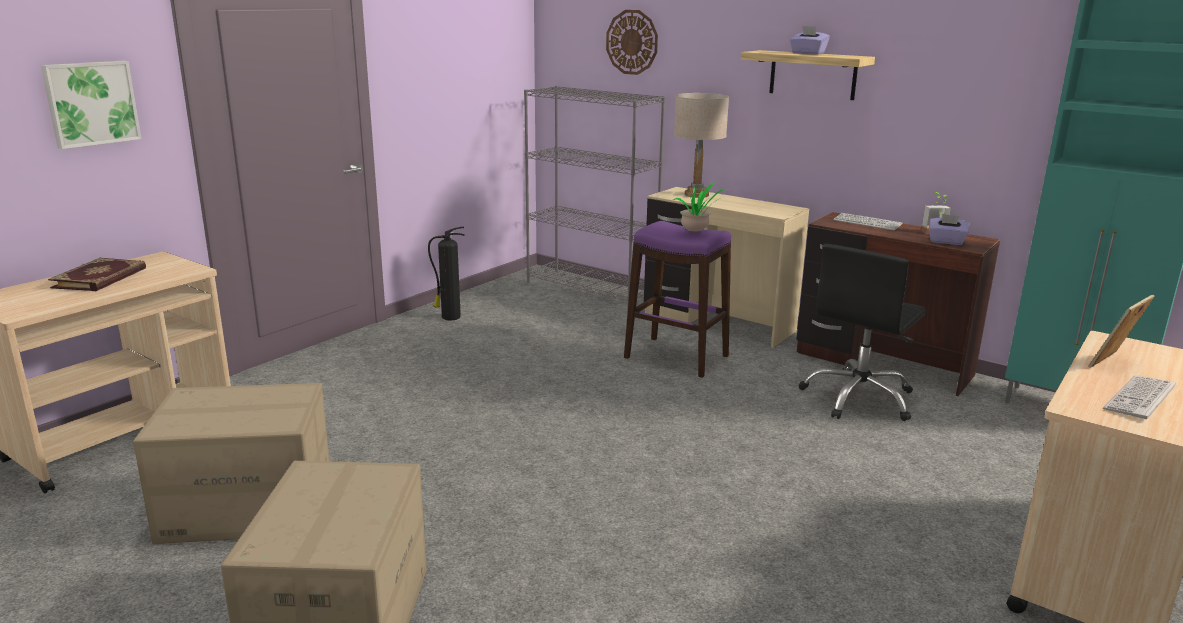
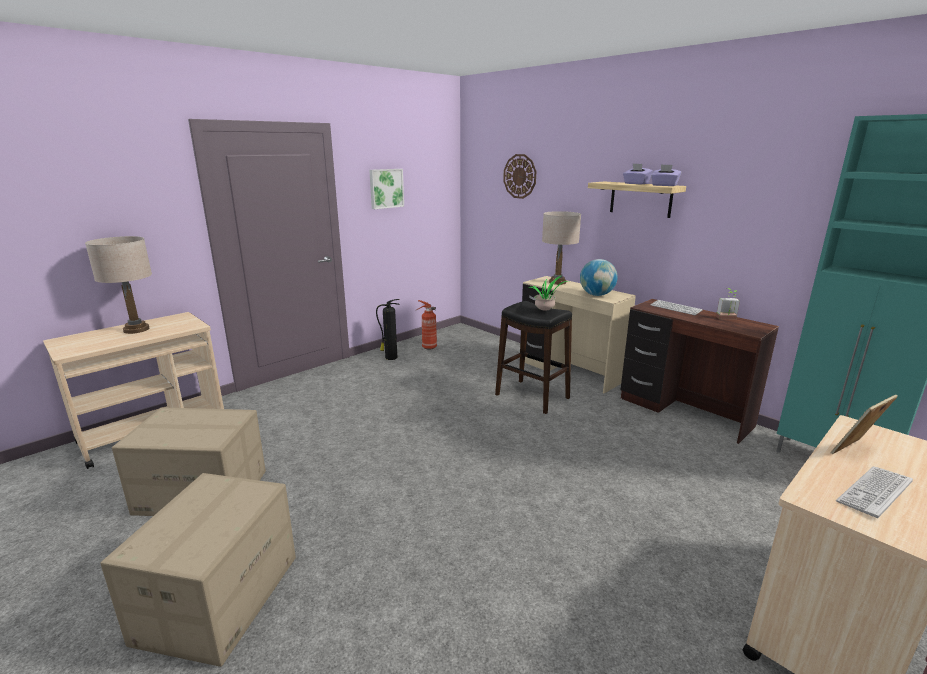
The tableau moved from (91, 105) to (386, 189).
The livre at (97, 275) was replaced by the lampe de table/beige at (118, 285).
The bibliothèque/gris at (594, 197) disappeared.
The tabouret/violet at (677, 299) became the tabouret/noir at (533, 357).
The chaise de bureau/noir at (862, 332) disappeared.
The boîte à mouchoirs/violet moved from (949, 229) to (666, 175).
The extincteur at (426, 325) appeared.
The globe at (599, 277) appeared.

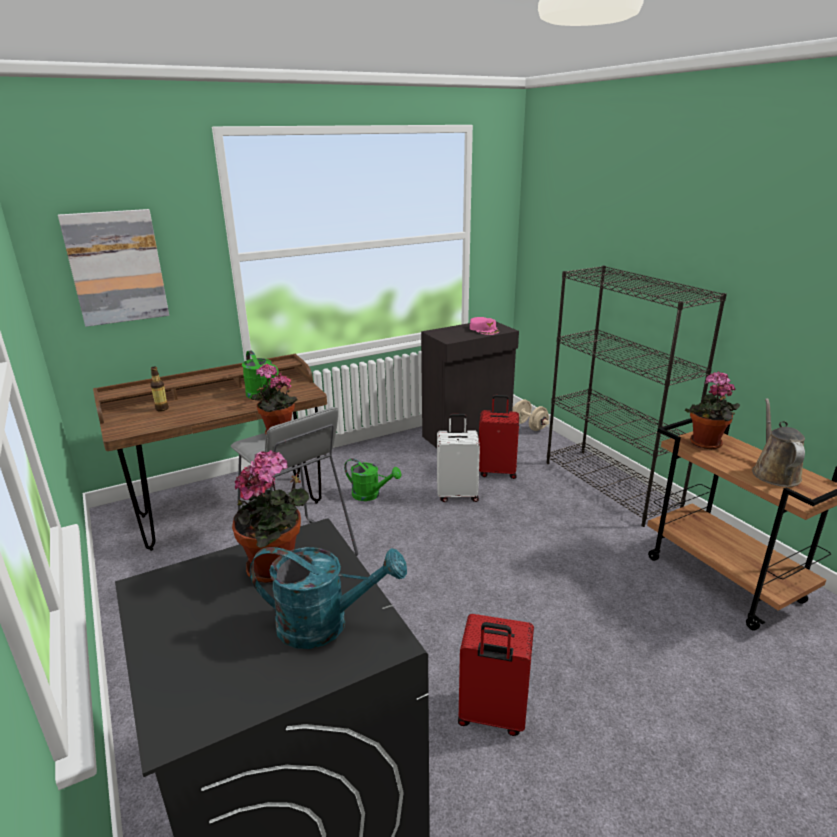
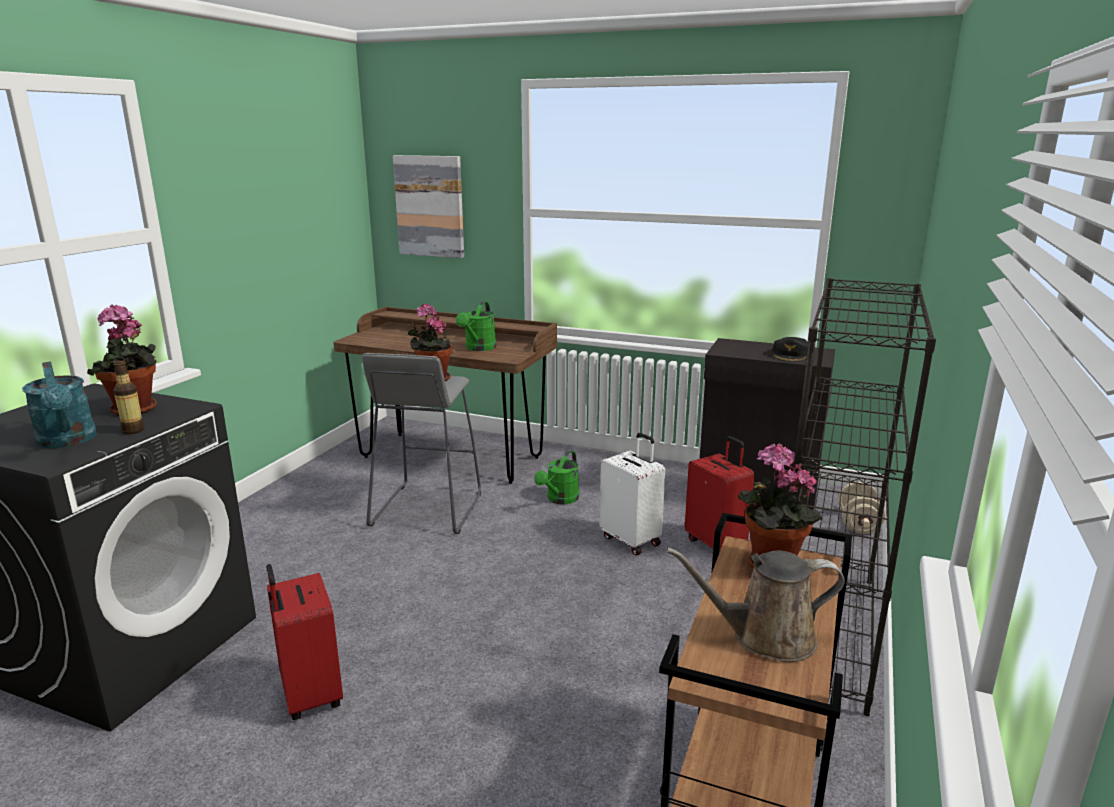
The bouteille moved from (159, 389) to (129, 397).
The arrosoir/vert at (373, 480) turned 45 degrees clockwise.
The casquette/rose at (484, 326) became the casquette/noir at (790, 349).
The arrosoir/marron at (778, 442) turned 150 degrees counterclockwise.

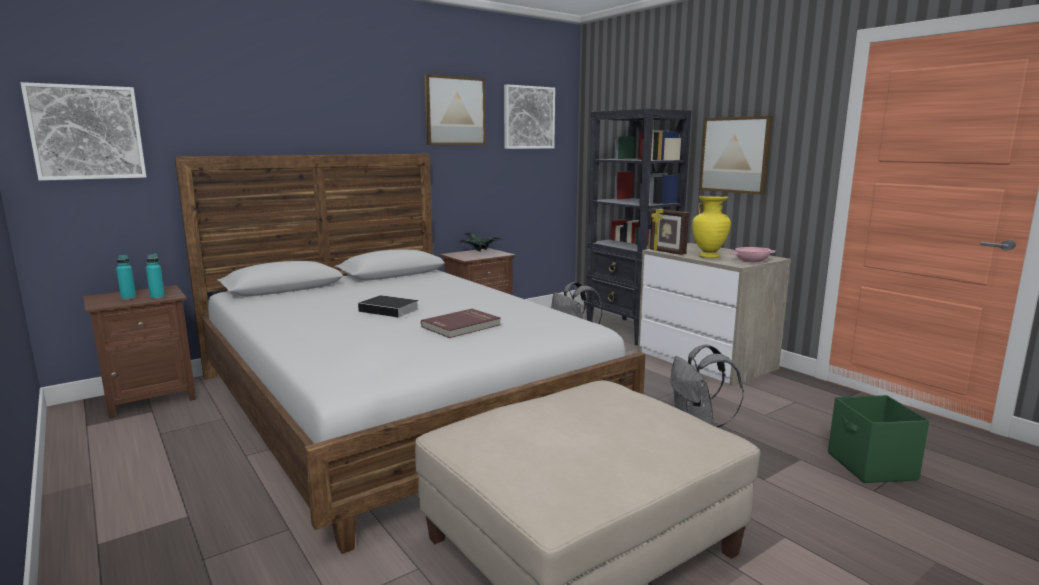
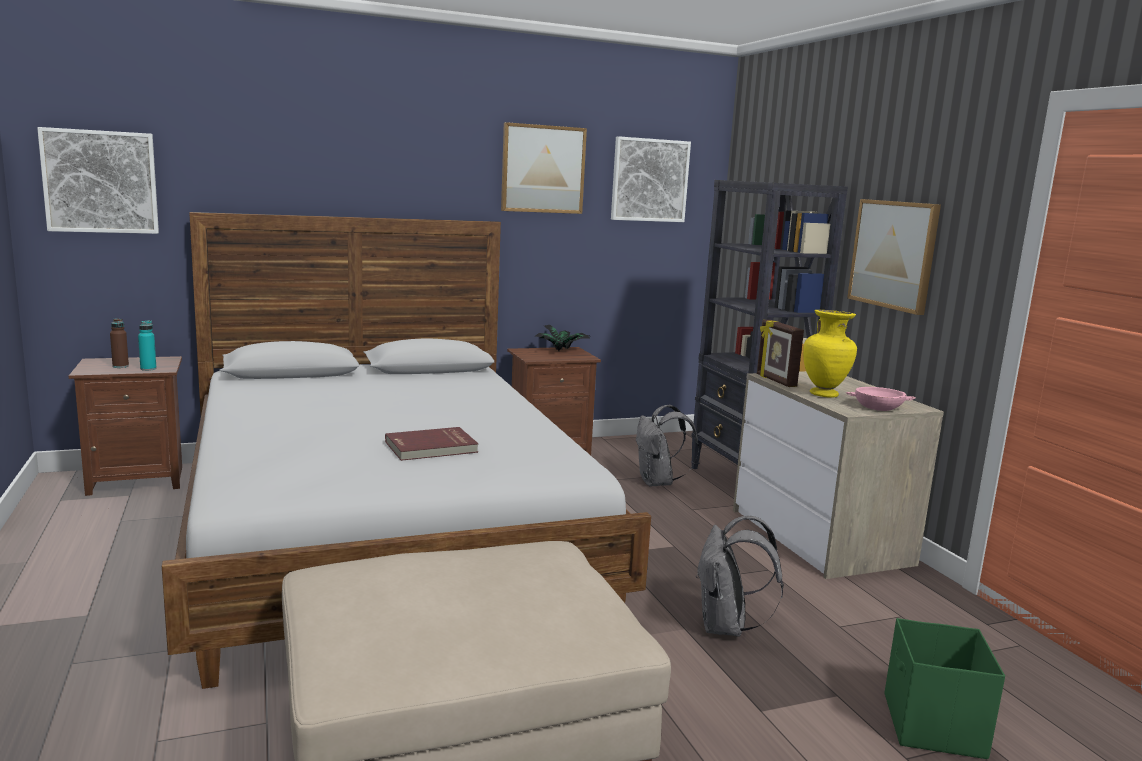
The bouteille/turquoise at (126, 277) became the bouteille/marron at (119, 343).
The livre at (388, 306) disappeared.

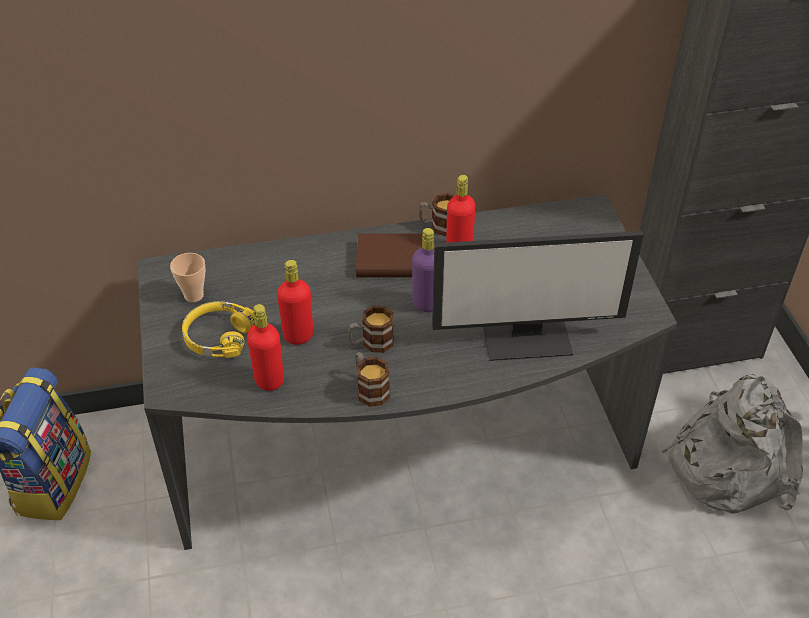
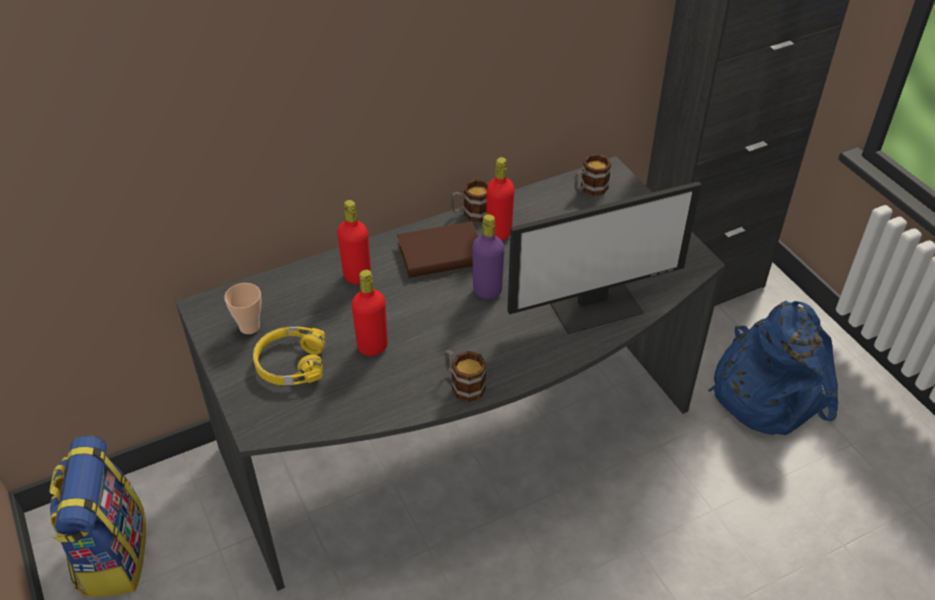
The bouteille/rouge moved from (265, 347) to (354, 242).
The mug moved from (371, 329) to (592, 175).
The sac à dos/gris at (732, 444) became the sac à dos/bleu at (773, 368).

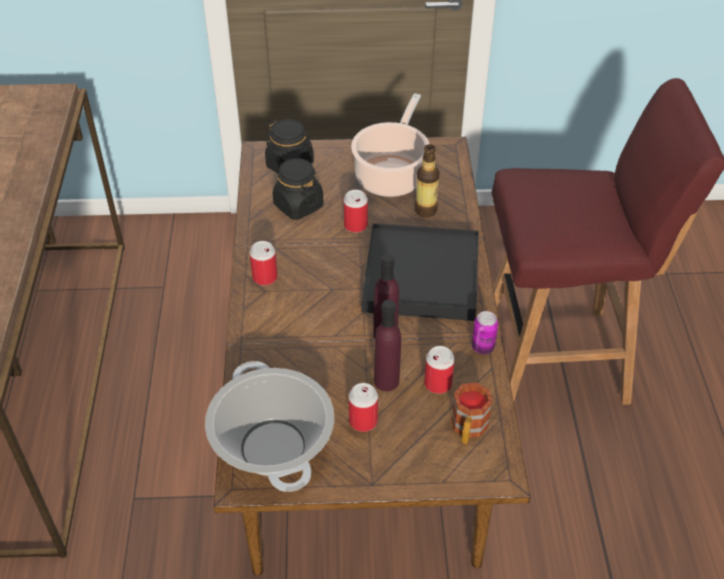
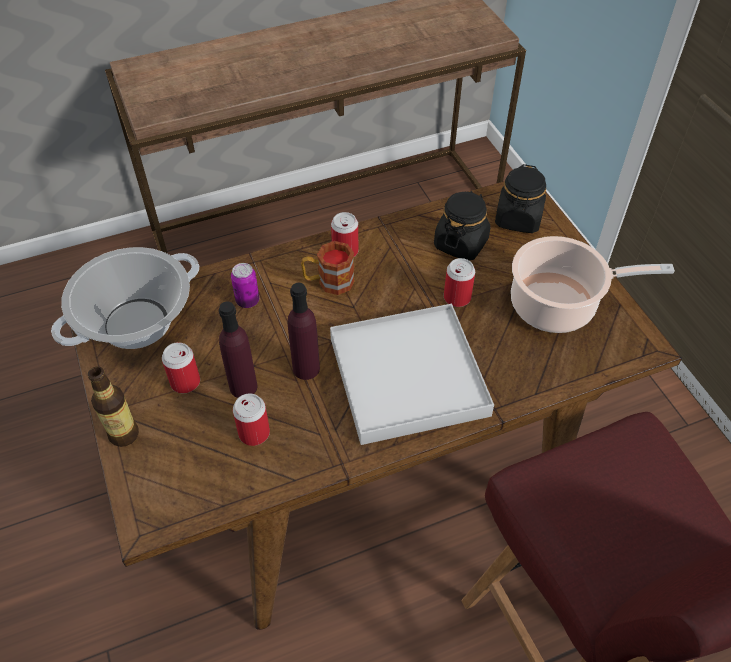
The plateau/noir at (420, 272) became the plateau/blanc at (412, 374).
The bouteille moved from (427, 180) to (113, 406).
The mug moved from (471, 413) to (328, 268).
The boîte métallique moved from (485, 332) to (245, 285).

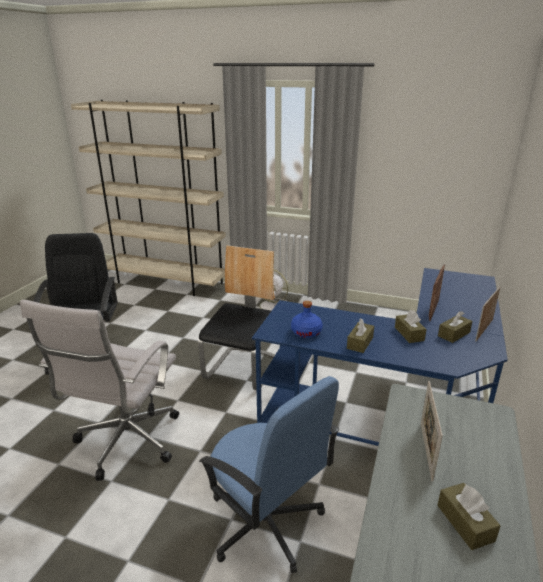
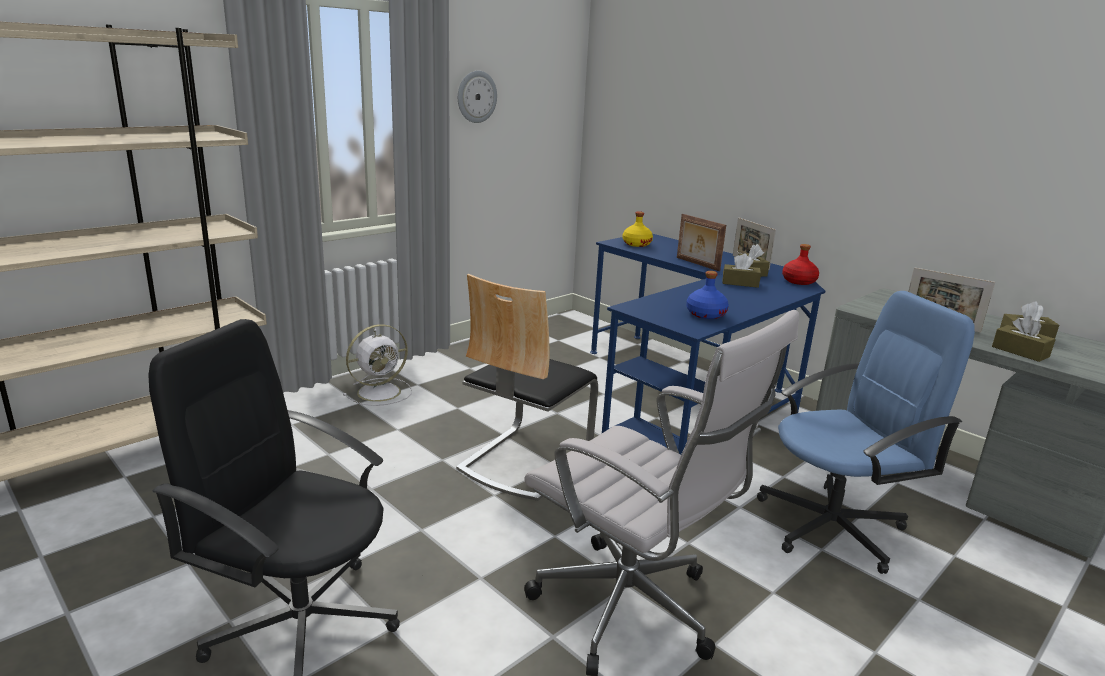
The chaise at (236, 317) turned 105 degrees counterclockwise.
The boîte à mouchoirs/marron moved from (360, 336) to (1024, 339).
The horloge murale at (477, 97) appeared.
The bouteille/jaune at (638, 229) appeared.
The bouteille/rouge at (800, 264) appeared.

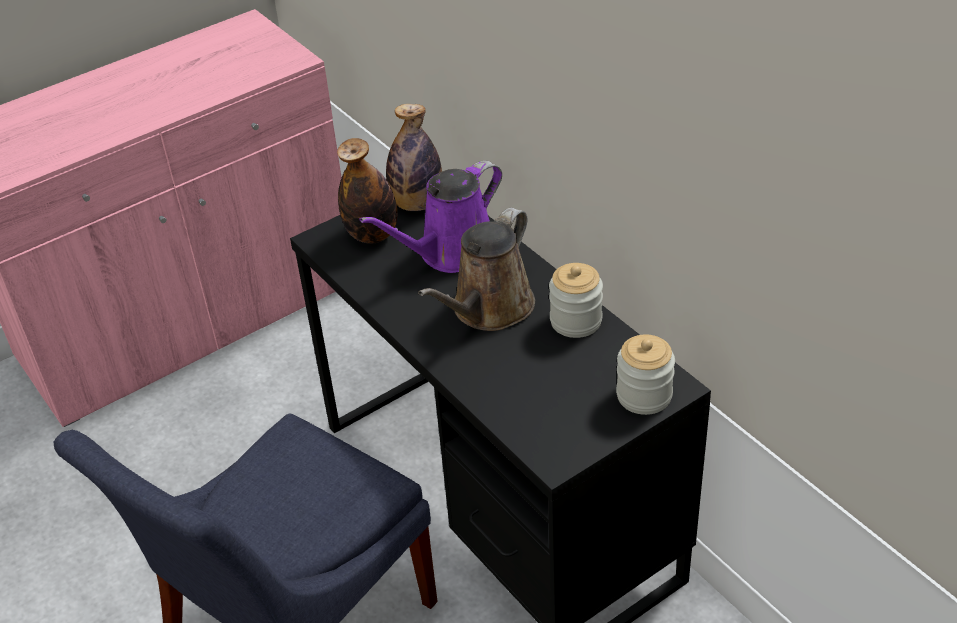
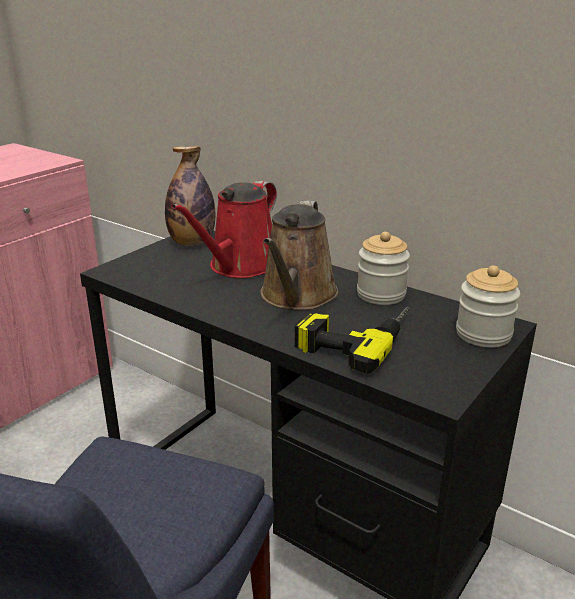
The bouteille at (367, 191) disappeared.
The arrosoir/violet at (431, 216) became the arrosoir/rouge at (224, 229).
The perceuse at (352, 340) appeared.

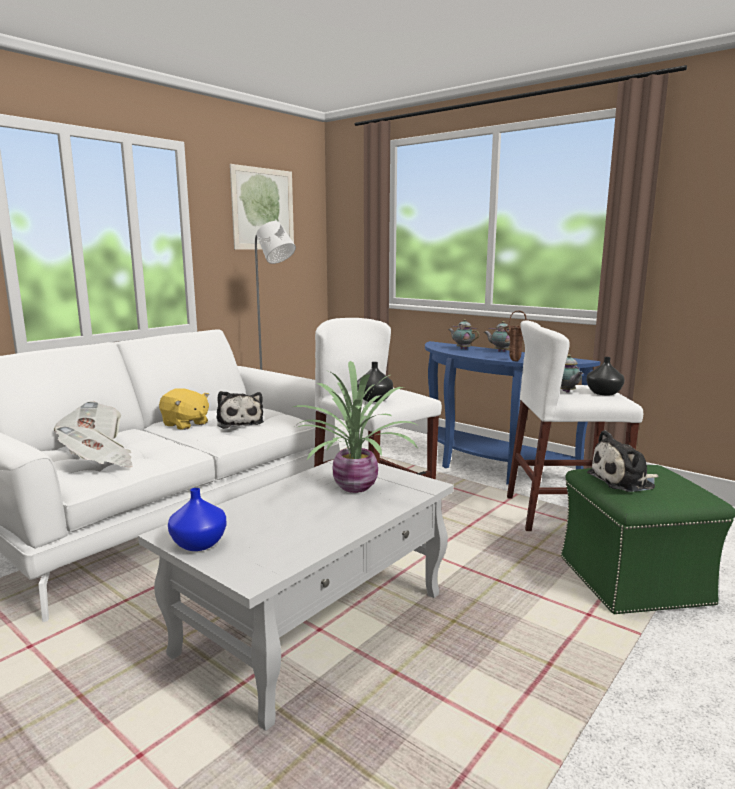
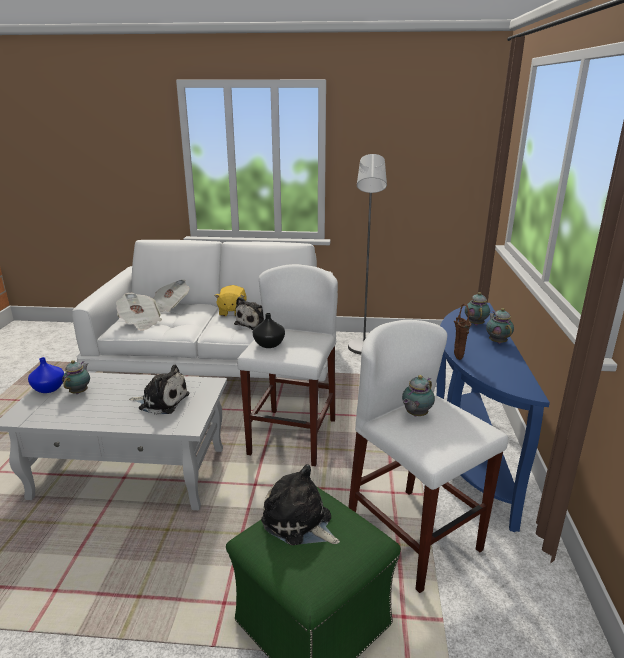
The tableau at (262, 207) disappeared.
The plante en pot at (356, 427) was replaced by the peluche at (159, 390).
The vase/noir at (606, 376) disappeared.
The théière at (76, 377) appeared.

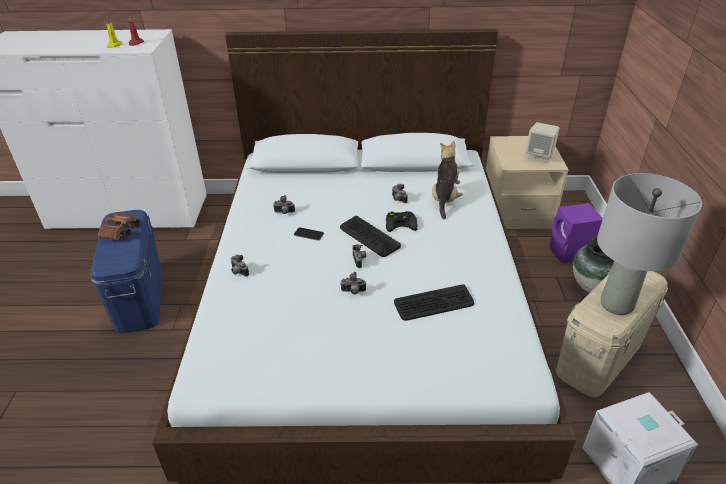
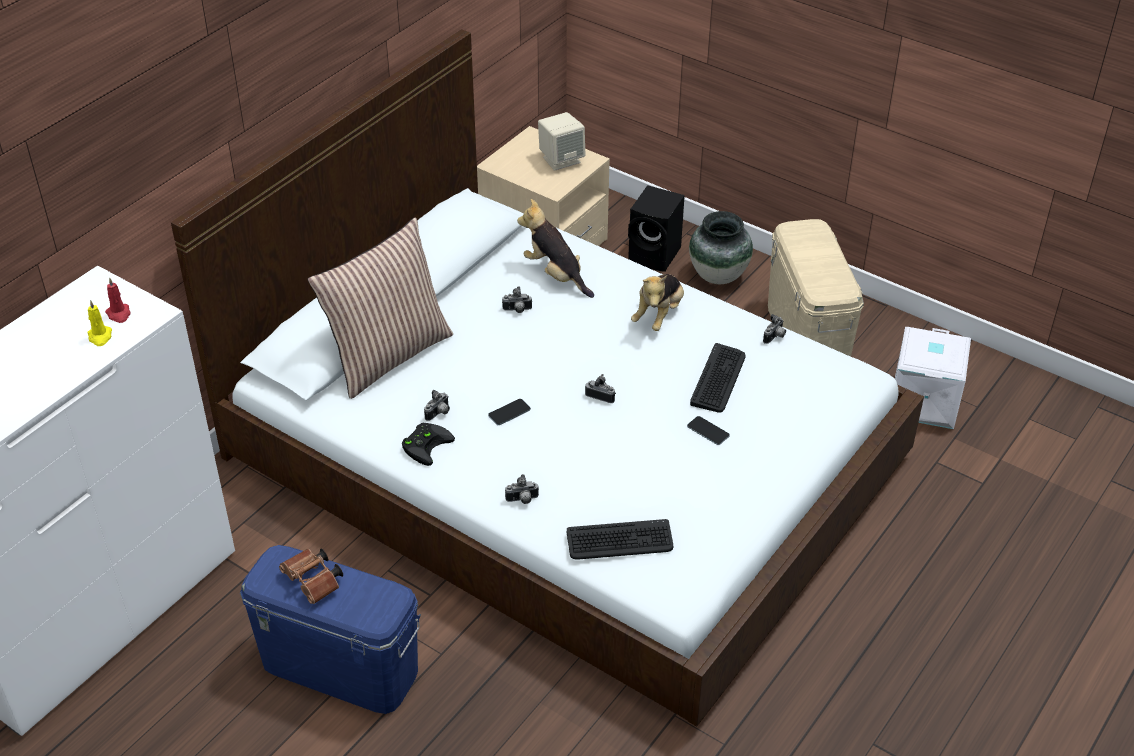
The clavier moved from (370, 236) to (620, 539).
The appareil photo moved from (353, 283) to (774, 329).
The manette/noir moved from (402, 221) to (428, 444).
The enceinte/violet at (576, 233) became the enceinte/noir at (656, 228).
The lampe de table/gris at (649, 244) disappeared.
The coussin at (380, 308) appeared.
The peluche at (657, 302) appeared.
The téléphone at (708, 430) appeared.

